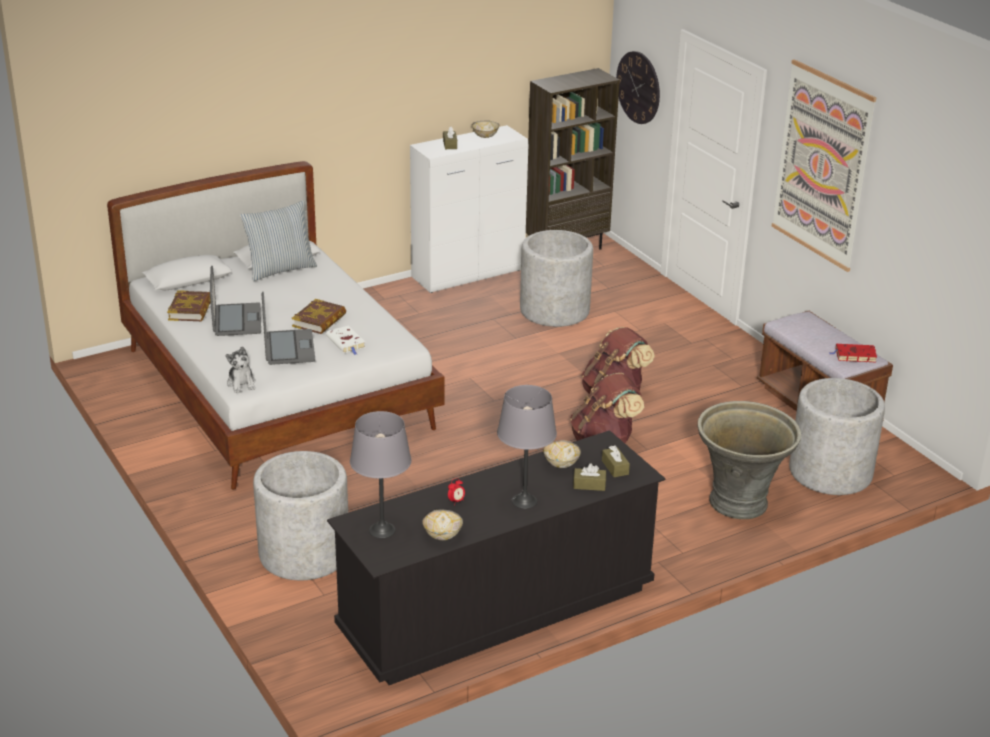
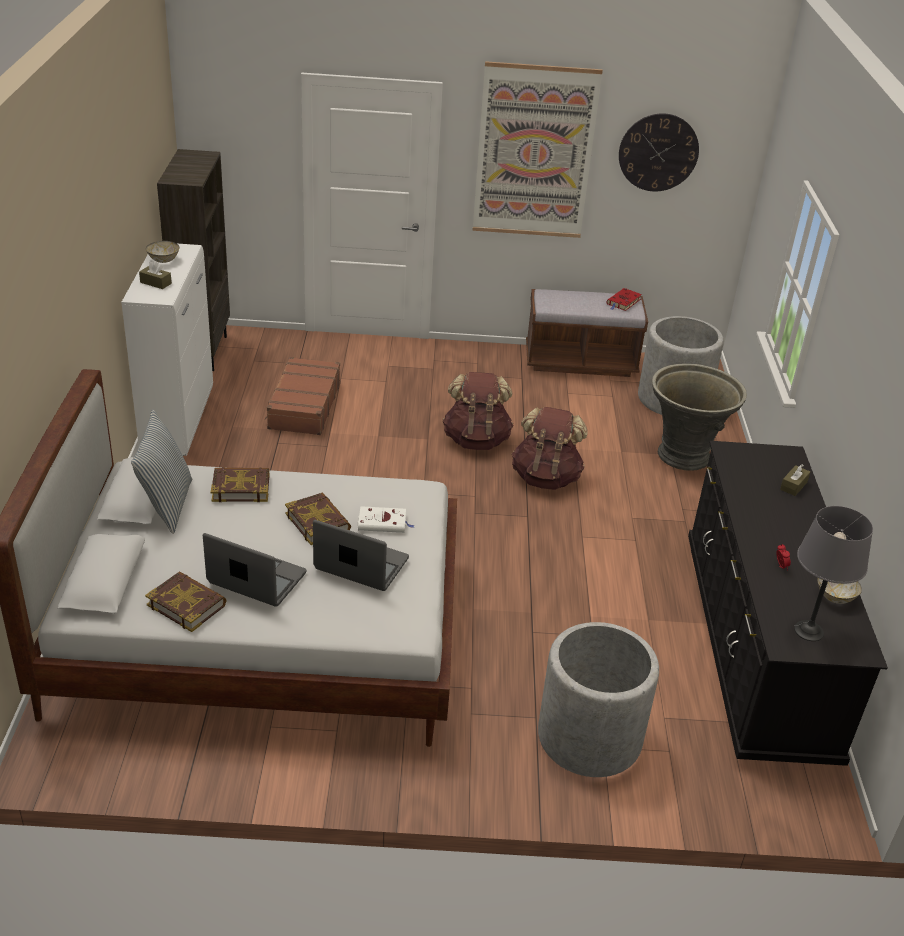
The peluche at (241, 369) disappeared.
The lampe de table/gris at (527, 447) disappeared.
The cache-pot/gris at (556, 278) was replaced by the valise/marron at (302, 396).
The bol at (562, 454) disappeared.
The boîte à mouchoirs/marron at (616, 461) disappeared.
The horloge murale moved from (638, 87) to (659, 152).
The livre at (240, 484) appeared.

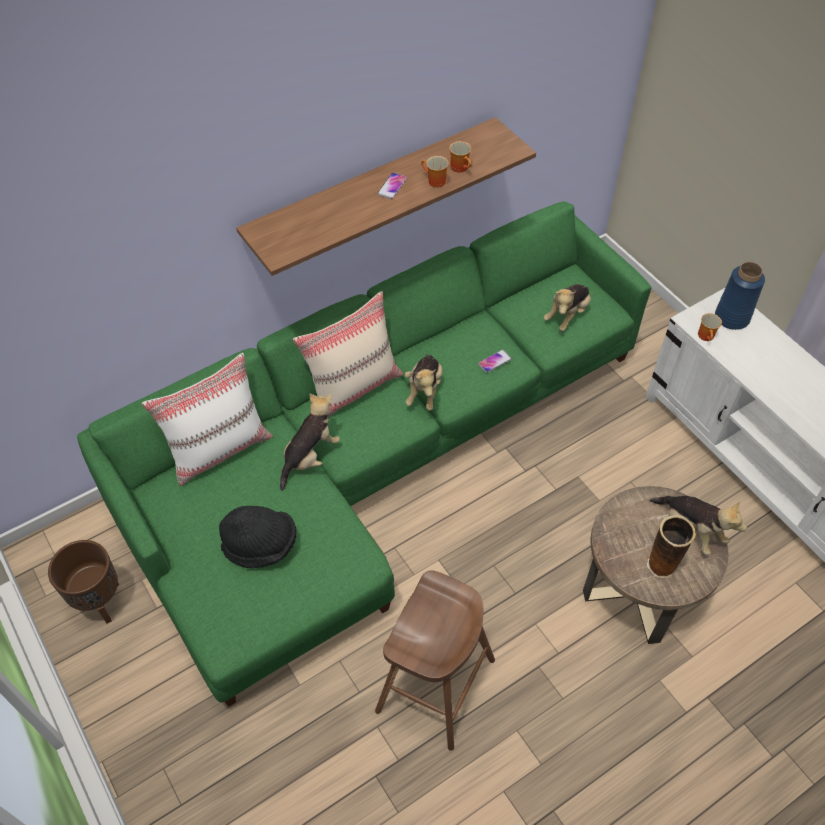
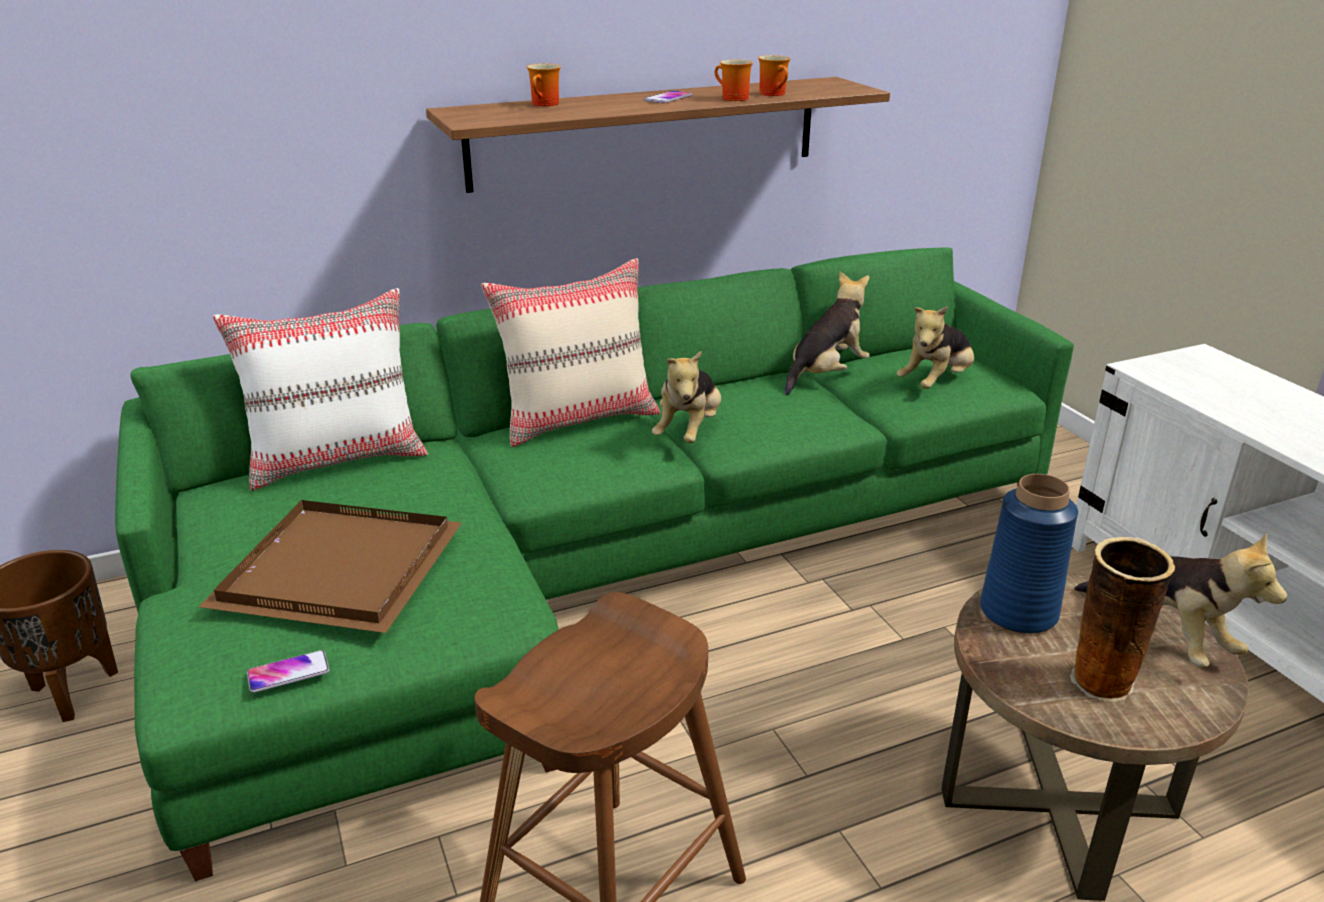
The chapeau/noir at (257, 537) was replaced by the plateau/marron at (330, 566).
The peluche moved from (310, 442) to (827, 333).
The téléphone moved from (494, 361) to (288, 671).
The mug moved from (710, 327) to (544, 84).
The vase/bleu moved from (740, 296) to (1029, 554).

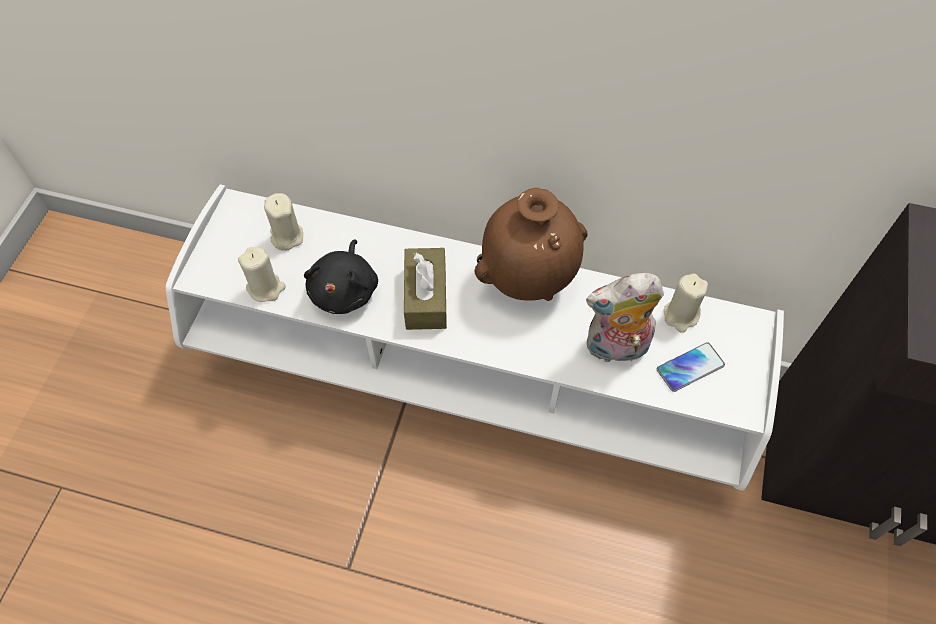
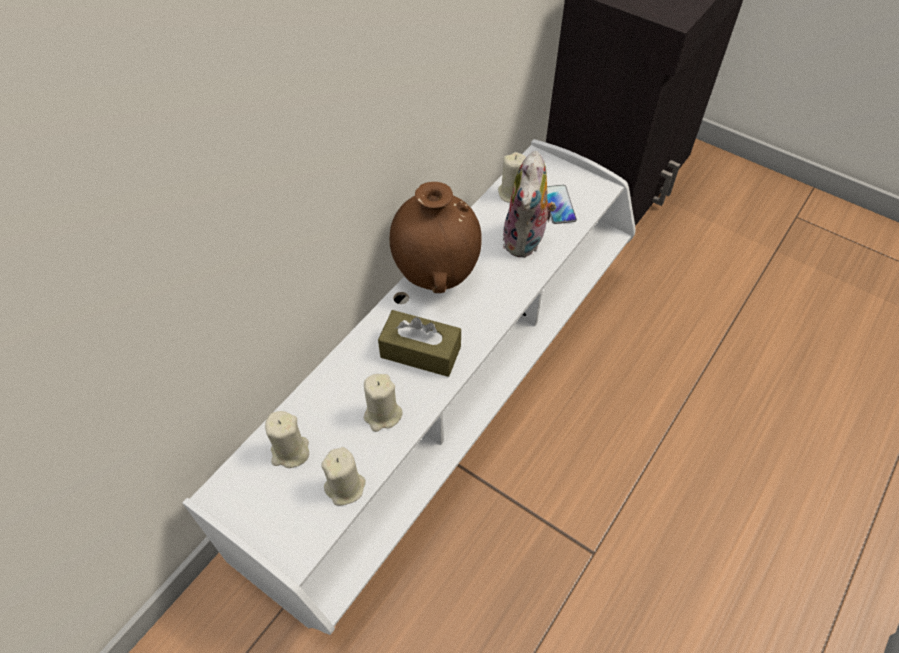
The peluche/noir at (341, 276) was replaced by the bougie/beige at (383, 403).

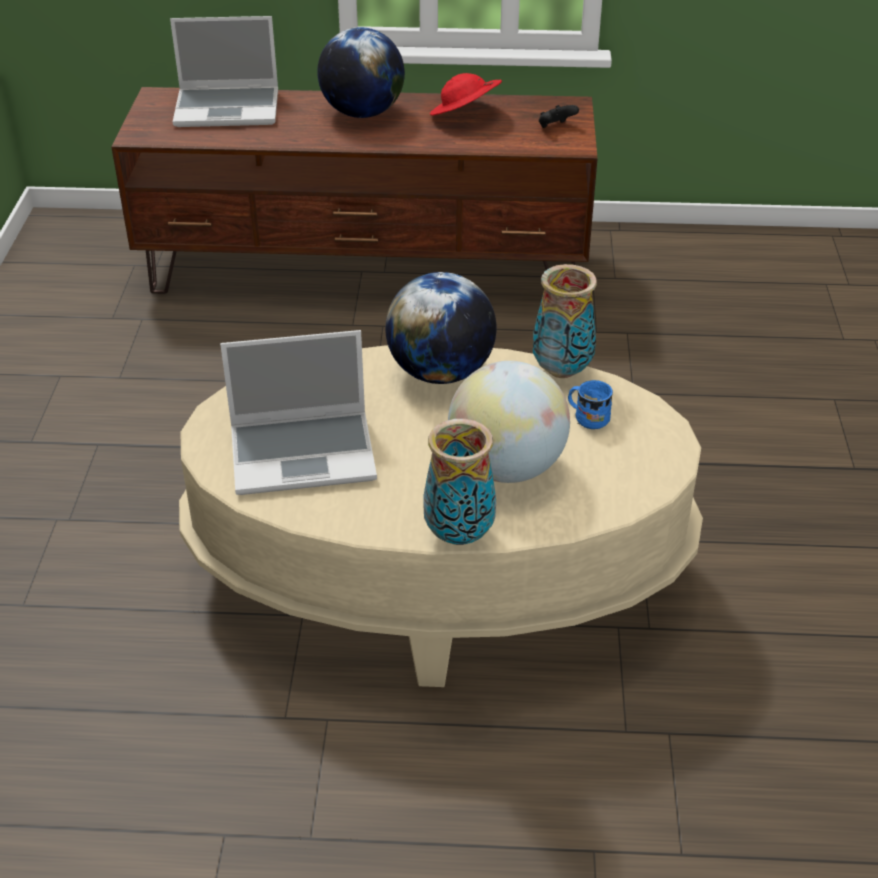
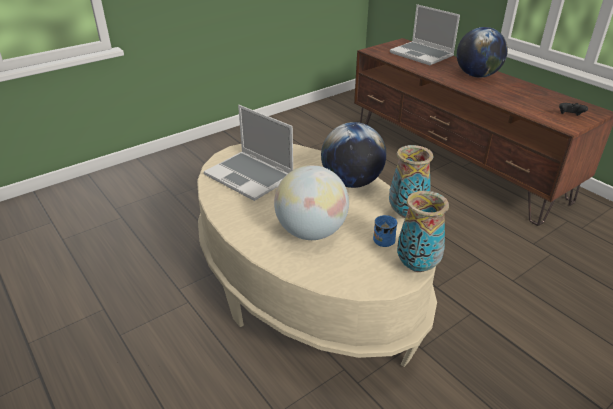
The vase moved from (459, 482) to (423, 231).
The chapeau/rouge at (466, 94) disappeared.

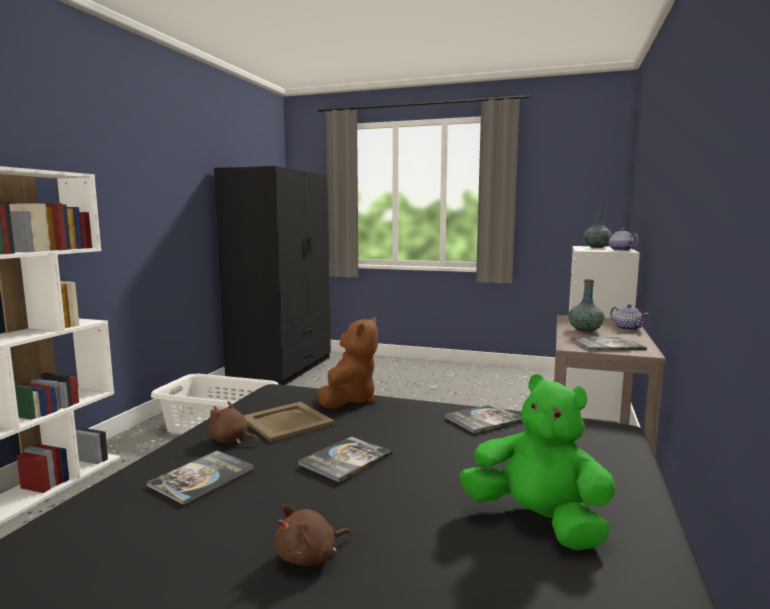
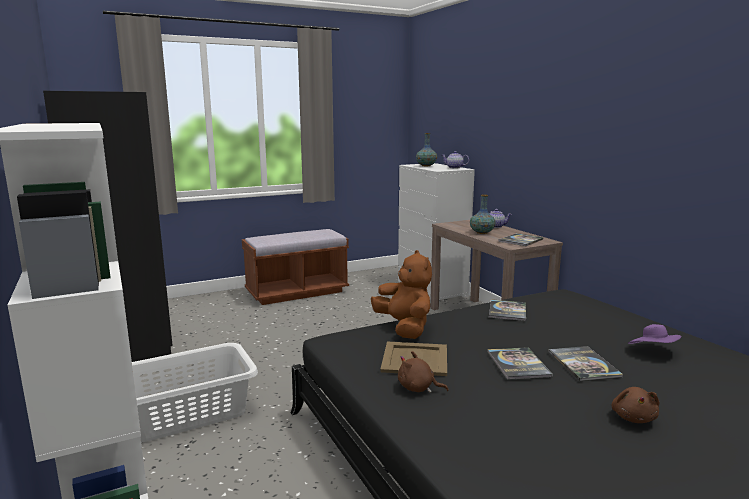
The livre moved from (200, 477) to (585, 363).
The peluche/marron at (234, 422) turned 45 degrees clockwise.
The peluche/vert at (537, 462) was replaced by the chapeau/violet at (655, 334).
The banc/marron at (295, 267) appeared.

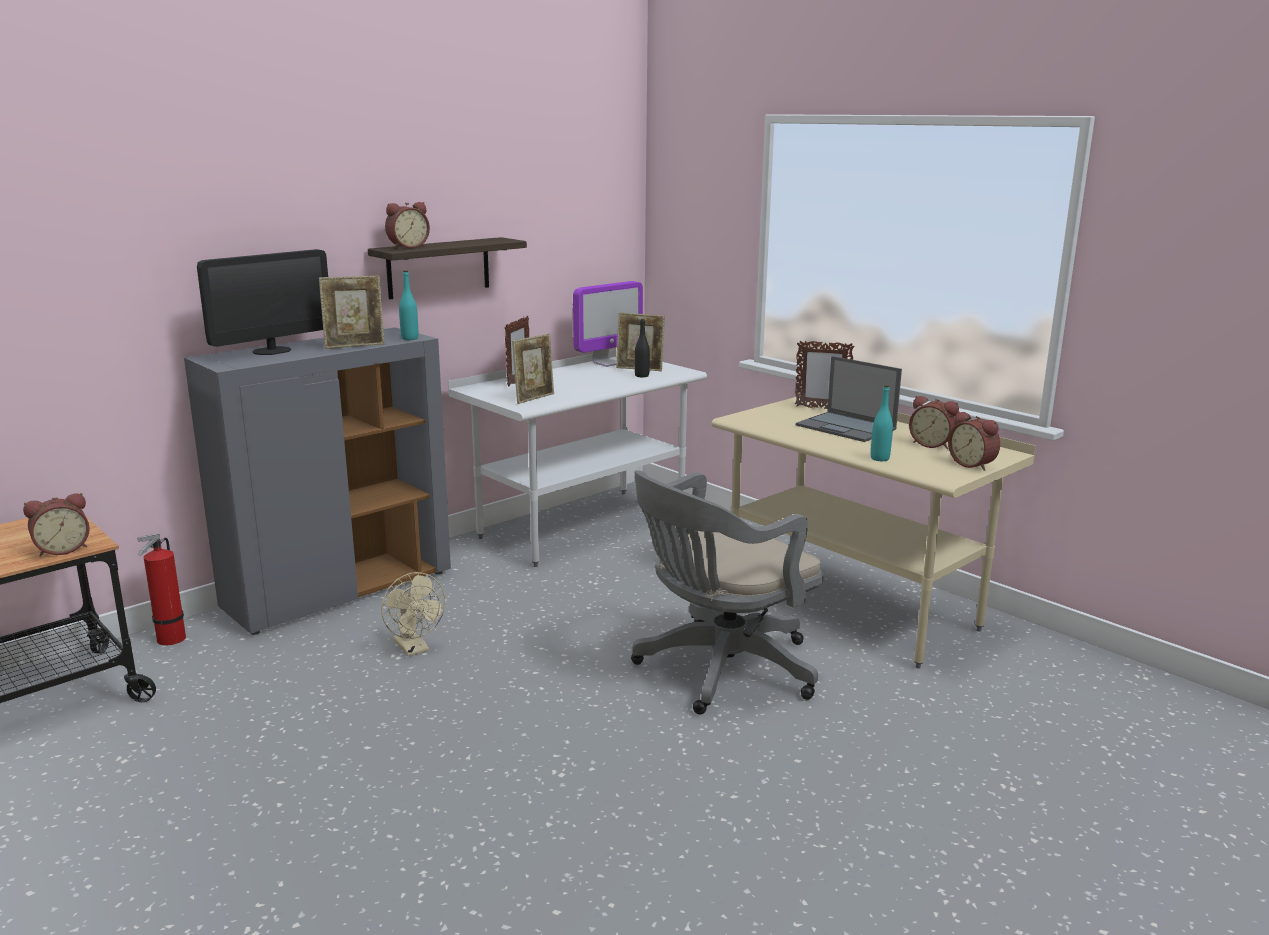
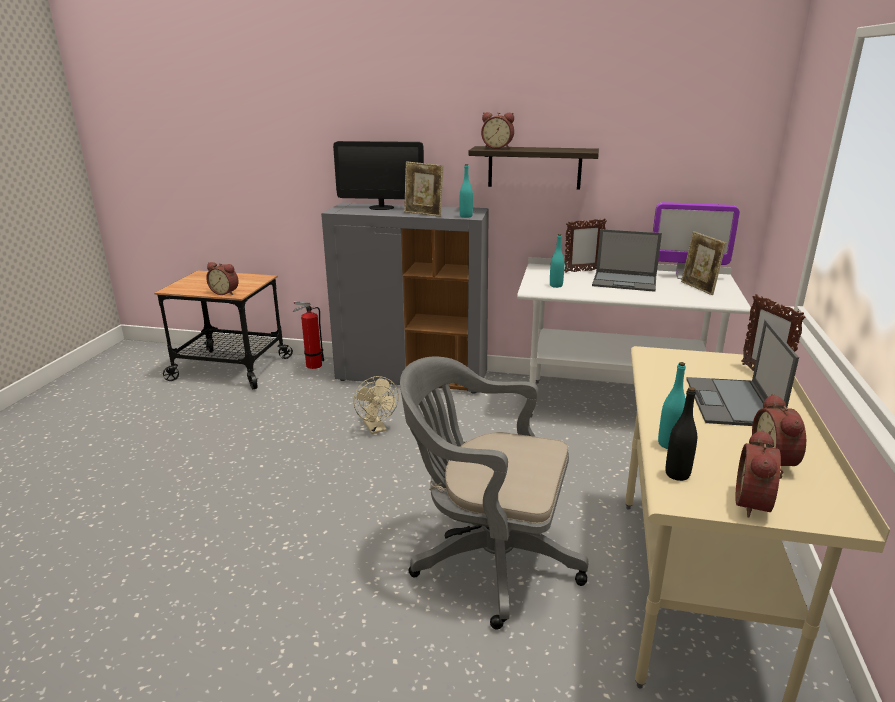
The ventilateur/beige at (413, 614) turned 45 degrees counterclockwise.
The cadre photo at (533, 369) was replaced by the bouteille/turquoise at (557, 261).
The bouteille/noir moved from (642, 348) to (681, 434).
The ordinateur portable at (627, 260) appeared.

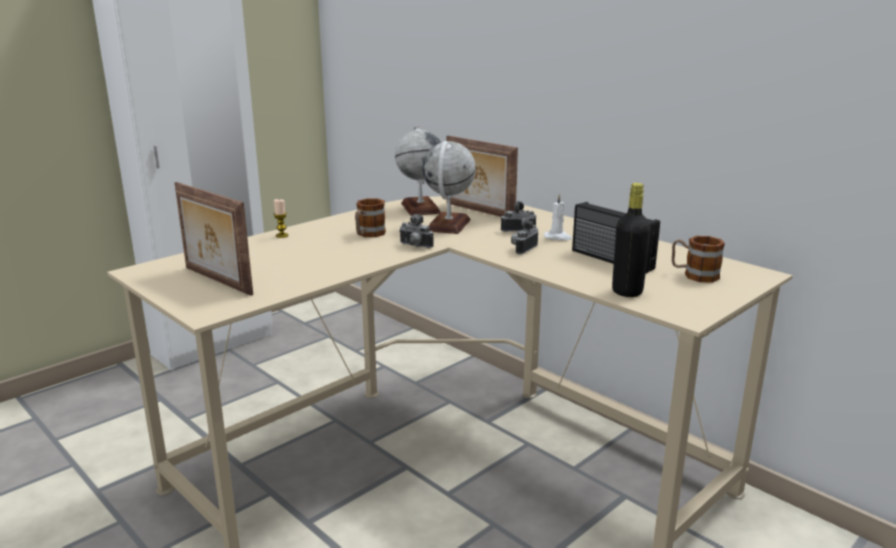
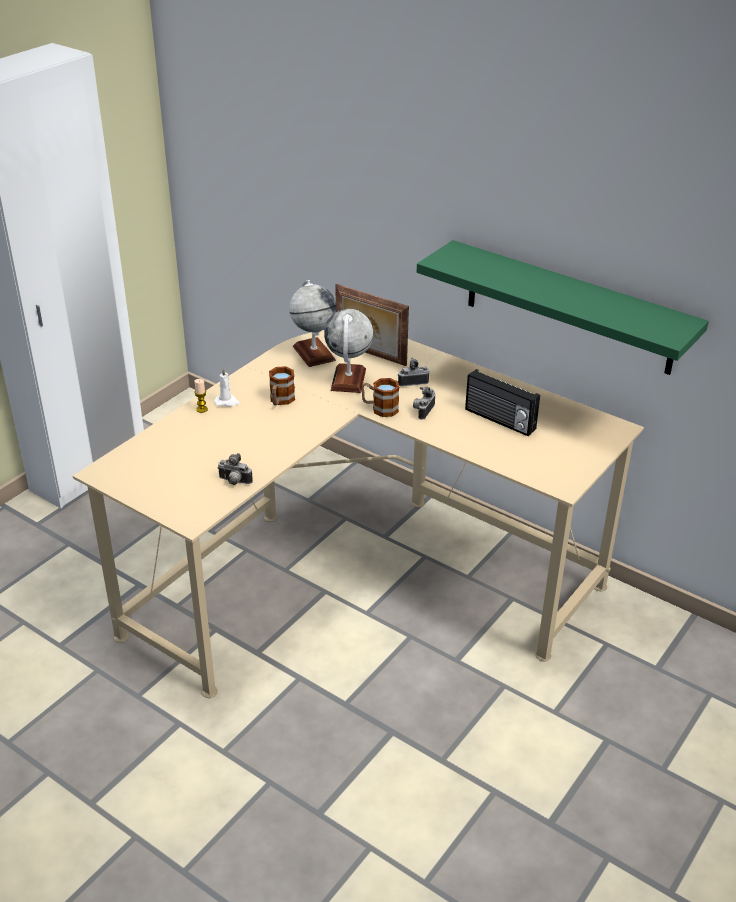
The cadre photo at (213, 239) disappeared.
The appareil photo moved from (416, 231) to (235, 469).
The bougie/blanc moved from (558, 217) to (227, 387).
The bouteille/noir at (631, 240) disappeared.
The mug moved from (698, 259) to (380, 397).
The étagère/vert at (563, 307) appeared.

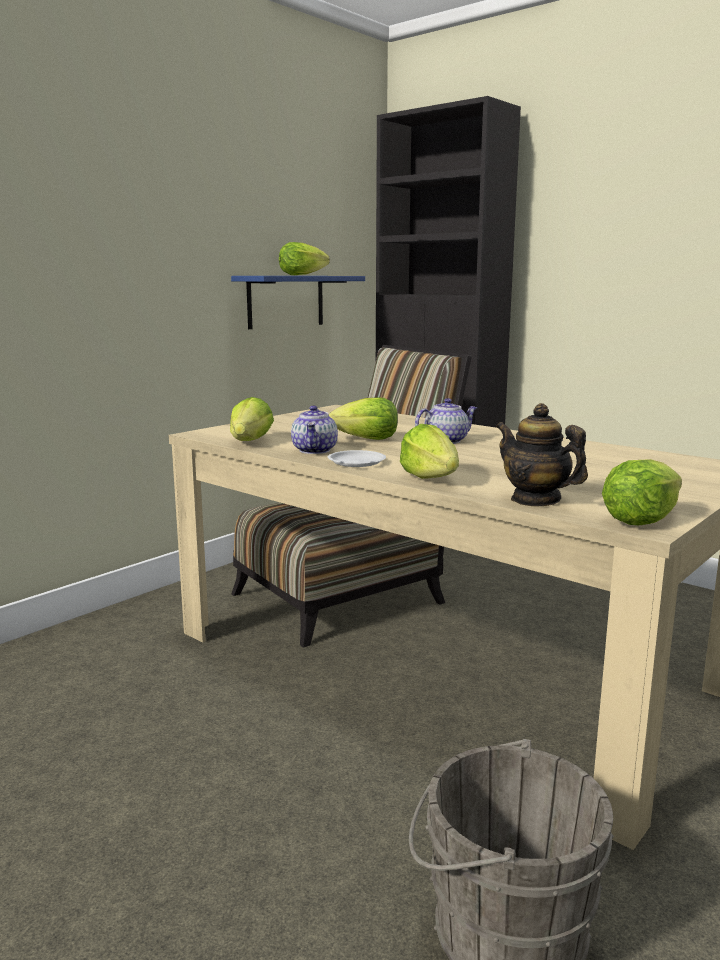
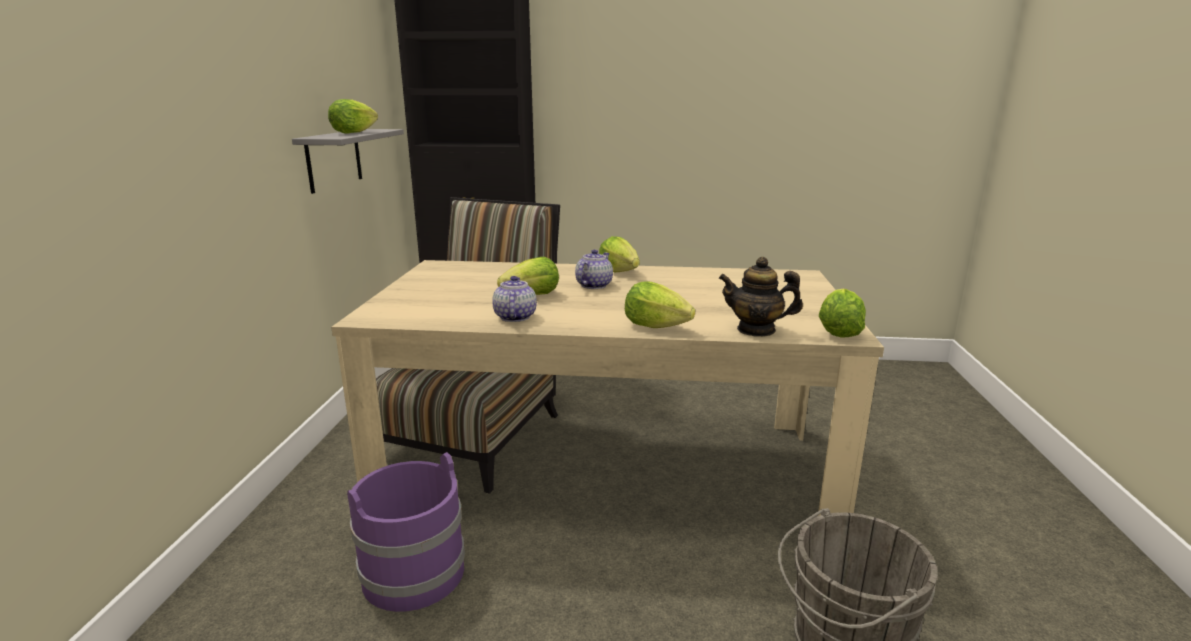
The laitue moved from (252, 419) to (619, 254).
The étagère/bleu at (298, 302) became the étagère/gris at (348, 161).
The théière at (314, 429) turned 150 degrees counterclockwise.
The assiette/blanc at (357, 458) disappeared.
The seau/violet at (406, 532) appeared.

